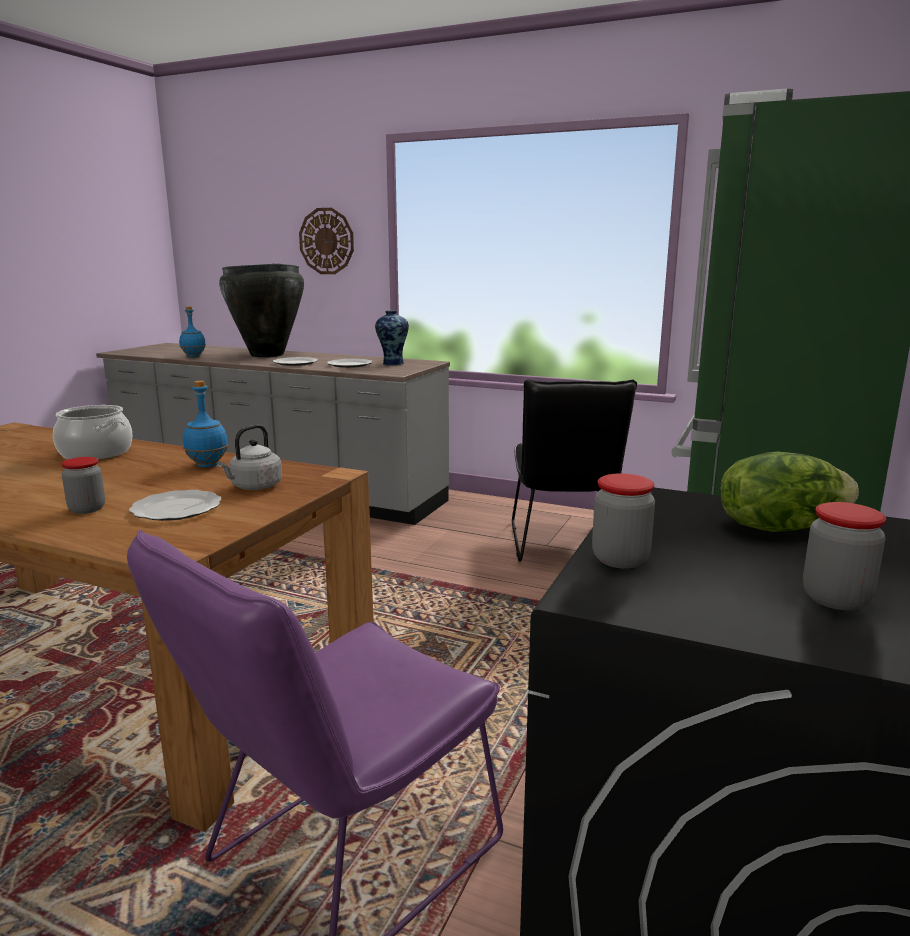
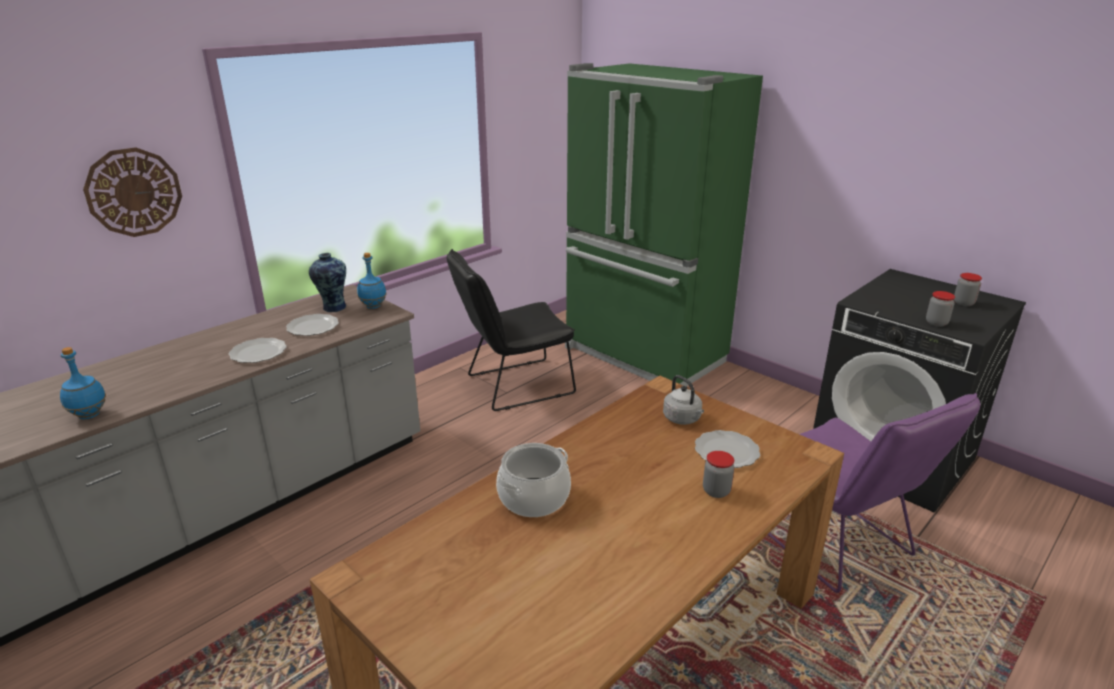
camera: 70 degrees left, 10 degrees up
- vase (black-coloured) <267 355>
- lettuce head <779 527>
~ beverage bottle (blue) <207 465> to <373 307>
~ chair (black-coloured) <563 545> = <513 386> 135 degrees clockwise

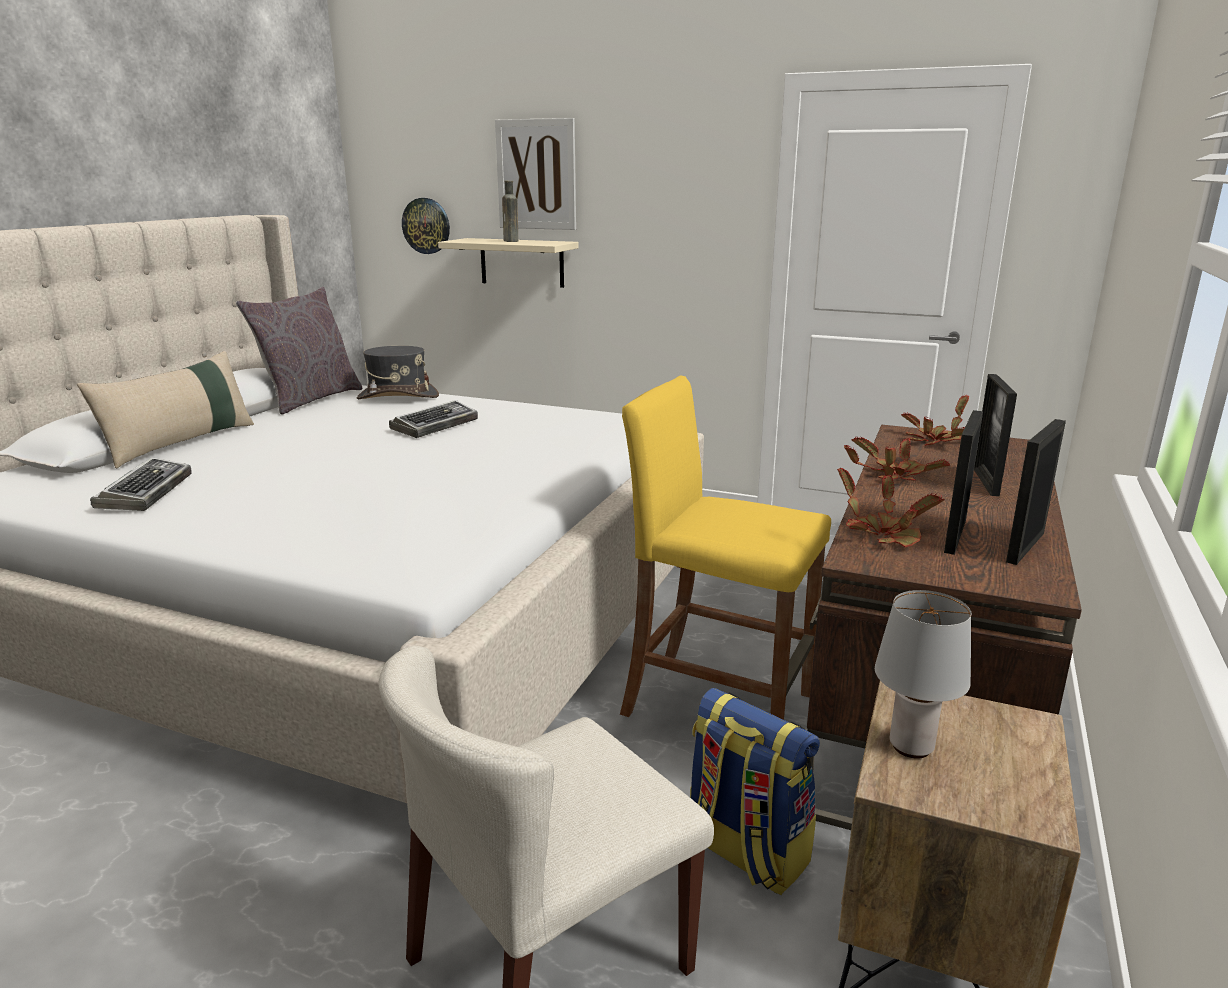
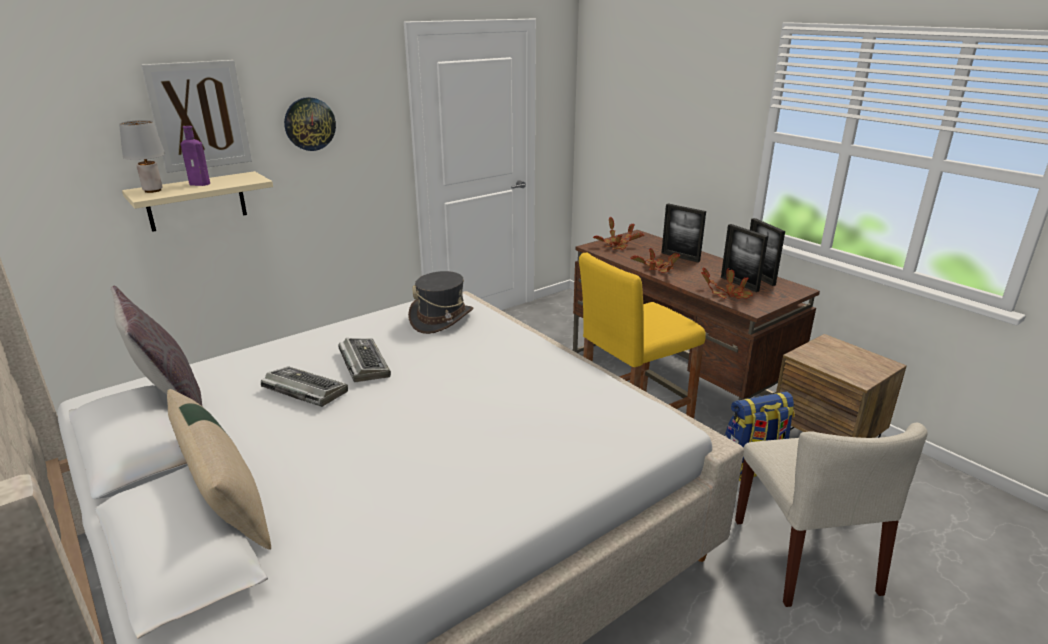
camera: 60 degrees left, 5 degrees up
~ computer keyboard <146 492> to <304 391>
~ hat (greyish) <398 397> to <441 319>
~ clock on the wall <426 226> to <309 124>
~ tabletop lamp (greyish) <909 747> to <152 190>
~ beverage bottle (brown) <511 241> to beverage bottle (purple) <201 184>

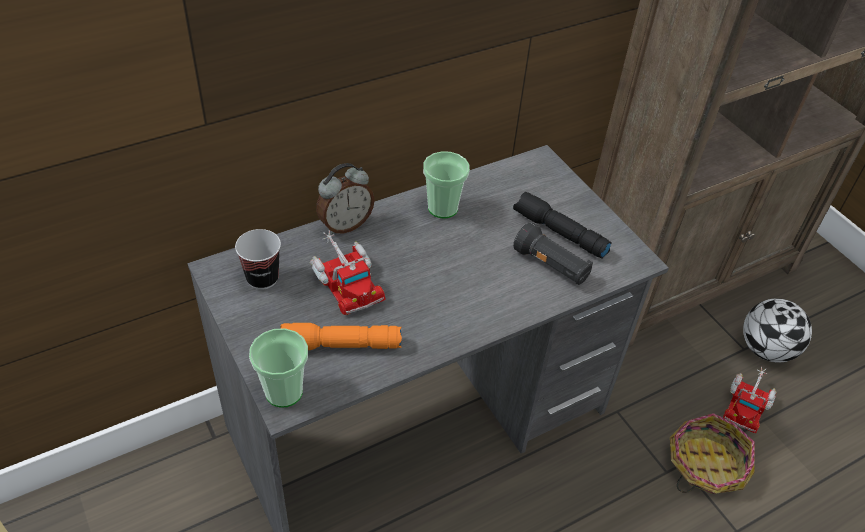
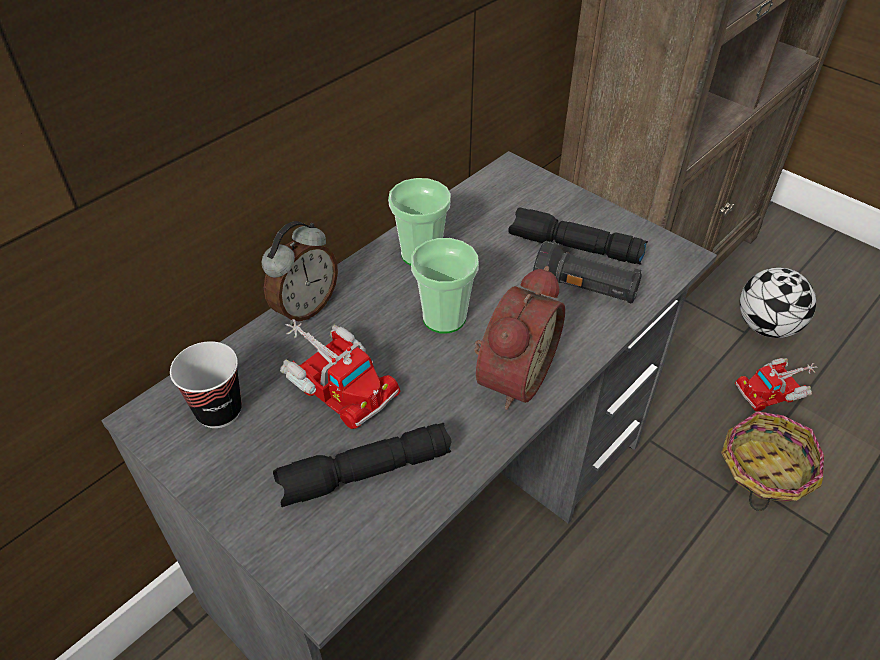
camera: 15 degrees left, 0 degrees up
+ bedside clock <511 376>
~ cup <284 392> to <444 318>
~ hand torch (orange-coloured) <339 346> to hand torch (black-coloured) <364 474>
~ toy lorry <747 403> = <774 389> 60 degrees clockwise

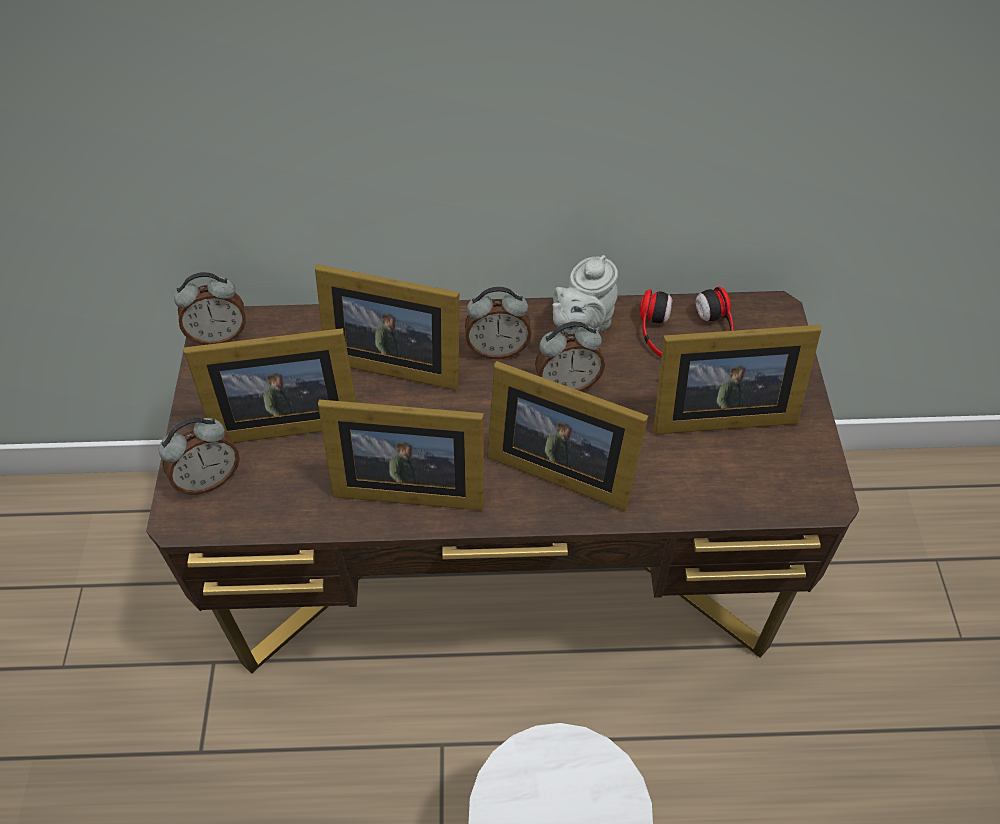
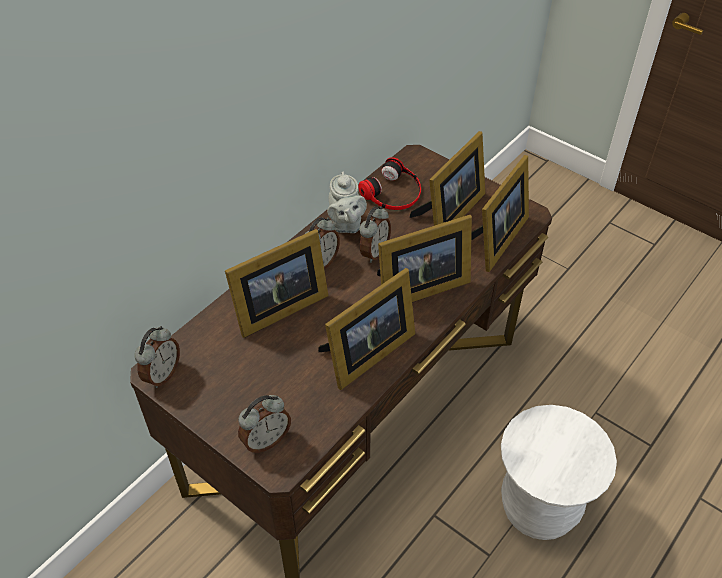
camera: 50 degrees left, 5 degrees down
~ photo frame <282 419> to <495 240>
~ bedside clock <209 479> = <266 440> 45 degrees clockwise

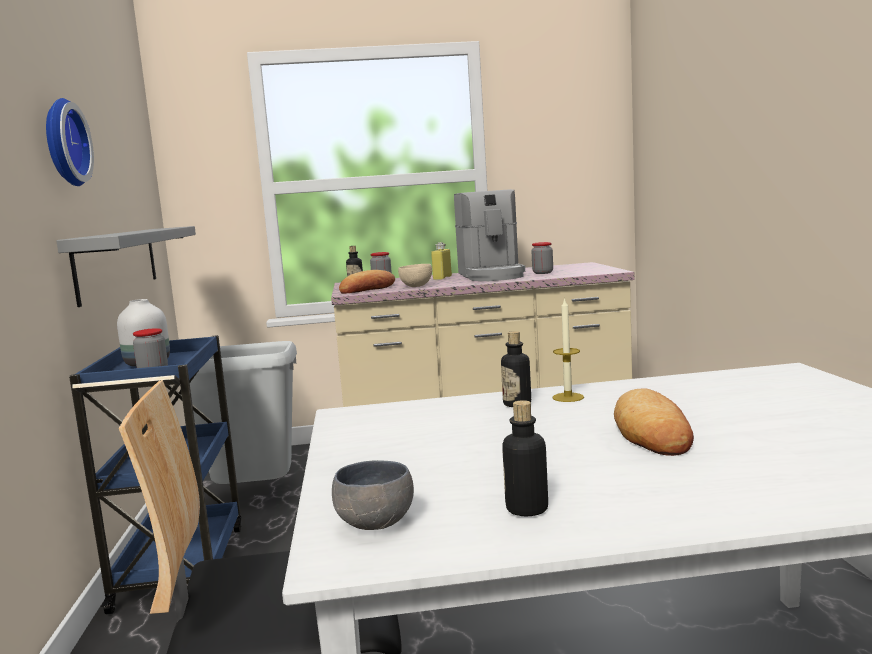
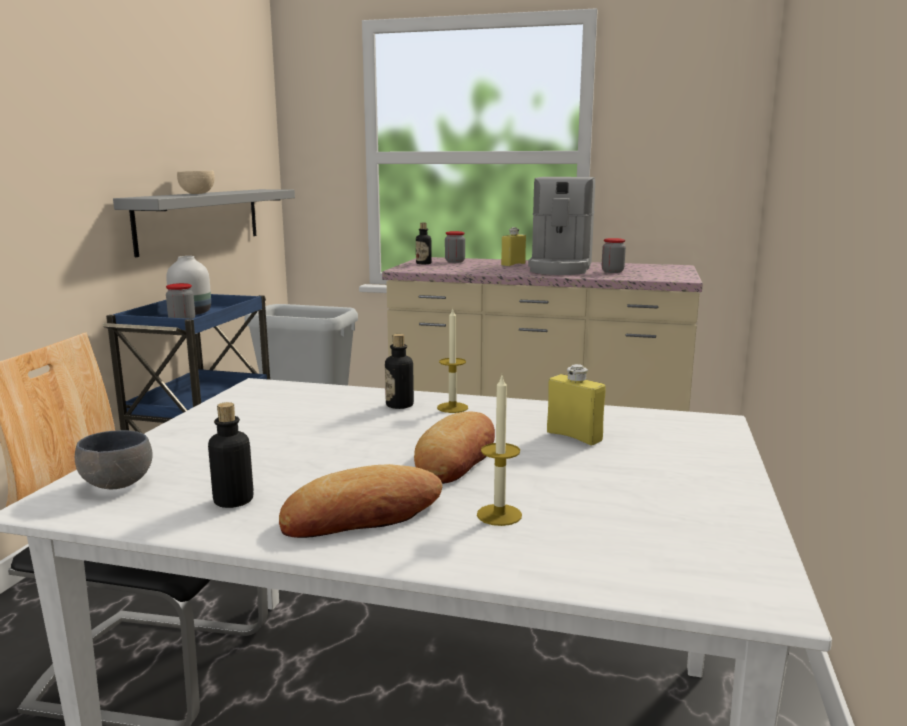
camera: 20 degrees right, 5 degrees up
- clock on the wall <62 143>
+ wax light <499 515>
+ beverage bottle (yellowish) <574 436>
~ bread <368 289> to <362 515>
~ serving bowl (beige-coloured) <417 286> to <197 194>

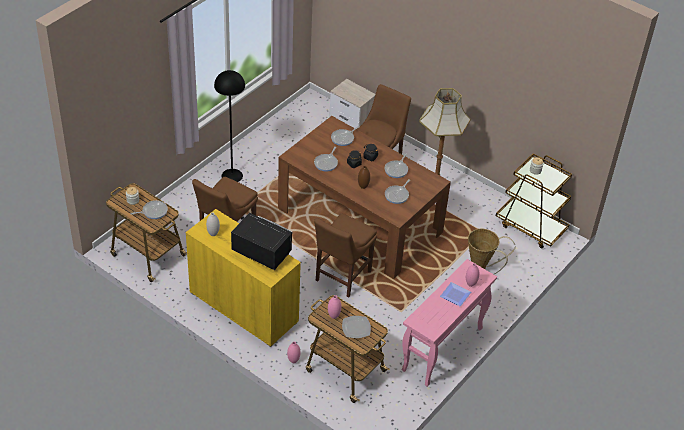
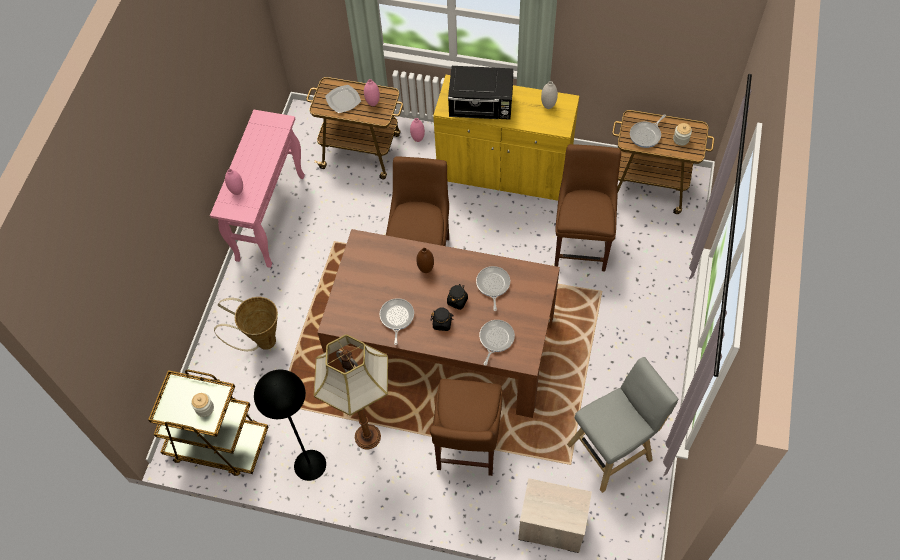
camera: 160 degrees right, 15 degrees up
- pan <397 195>
- flat dish <455 296>
+ stool seat (greyish) <613 450>
~ standing lamp (black-coloured) <231 175> to <310 465>

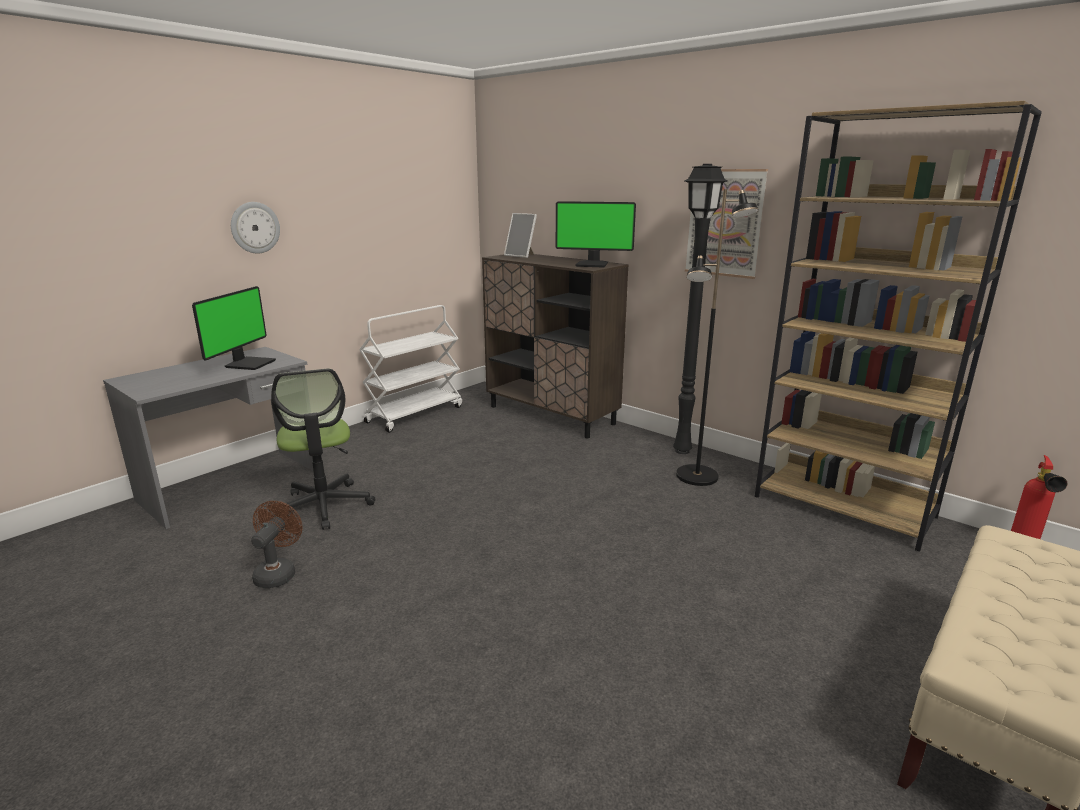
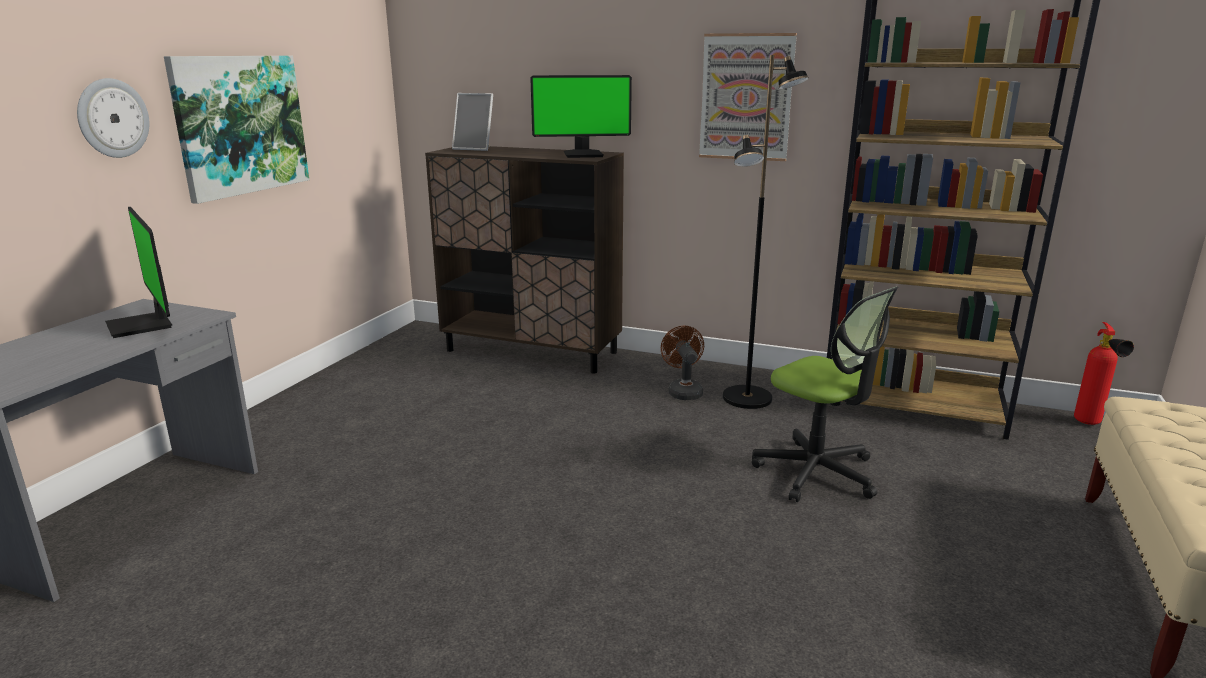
camera: 20 degrees left, 0 degrees up
- trolley (white-coloured) <415 414>
- standing lamp (black-coloured) <680 451>
+ wall art <240 125>
~ fan (brown) <278 573> to <683 391>
~ desk chair <323 506> to <816 472>
~ computer screen <249 363> = <143 325> 150 degrees clockwise

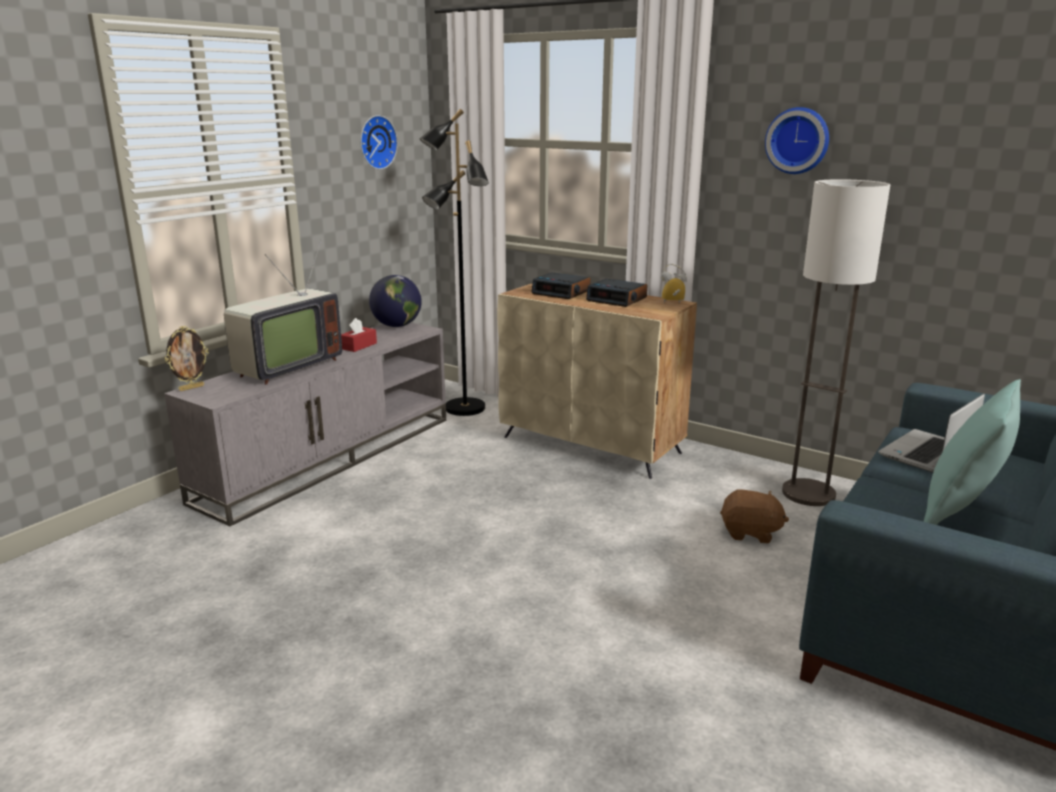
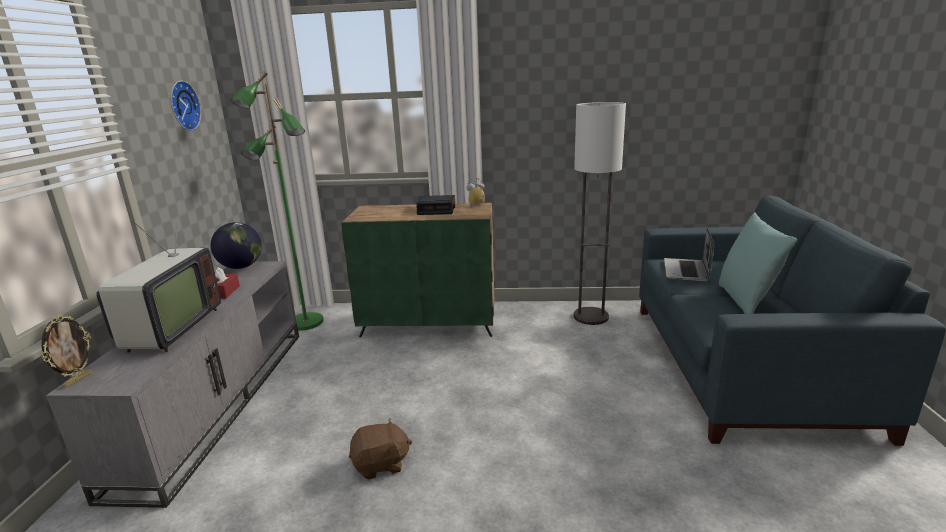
camera: 30 degrees left, 0 degrees up
- bedside clock <562 292>
- clock on the wall <798 140>
~ plush toy (brown) <750 533> to <381 464>
~ standing lamp (black-coloured) <464 408> to standing lamp (green-coloured) <305 323>
~ cabinet (beige-coloured) <592 445> to cabinet (green-coloured) <429 324>

